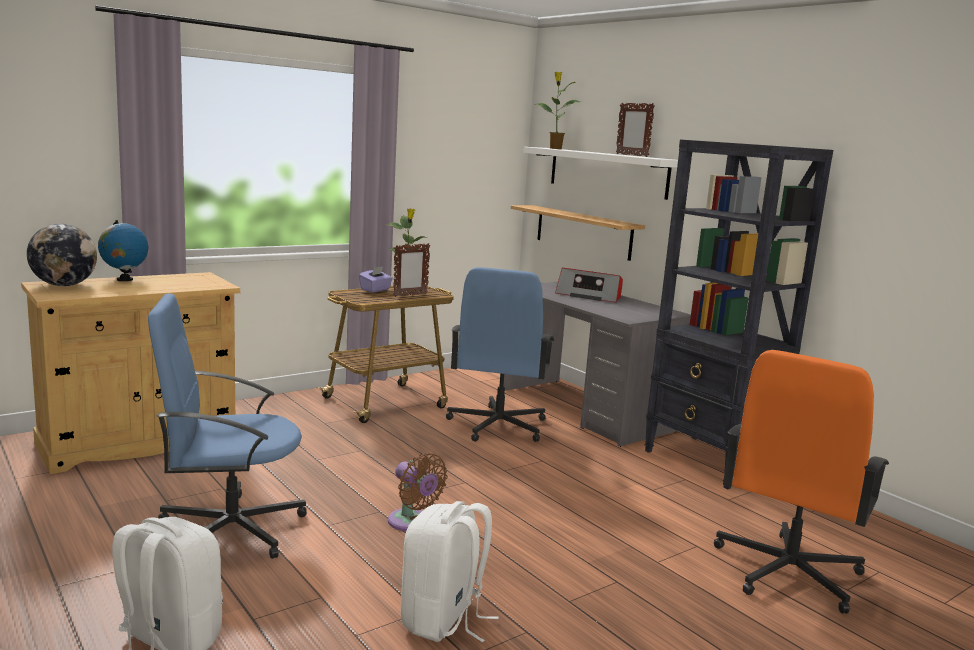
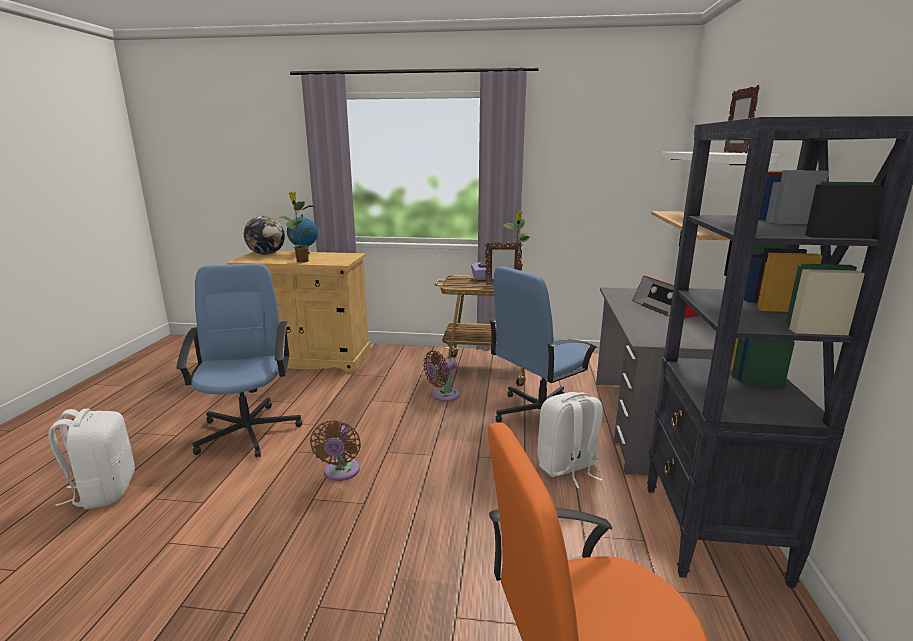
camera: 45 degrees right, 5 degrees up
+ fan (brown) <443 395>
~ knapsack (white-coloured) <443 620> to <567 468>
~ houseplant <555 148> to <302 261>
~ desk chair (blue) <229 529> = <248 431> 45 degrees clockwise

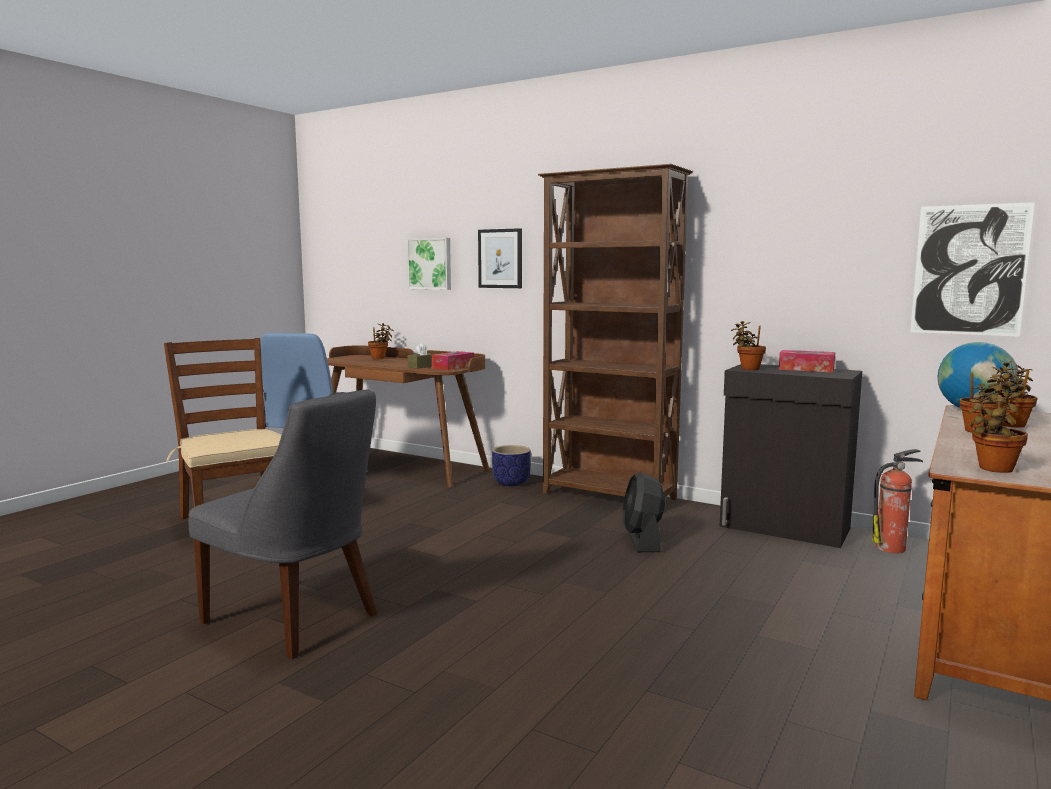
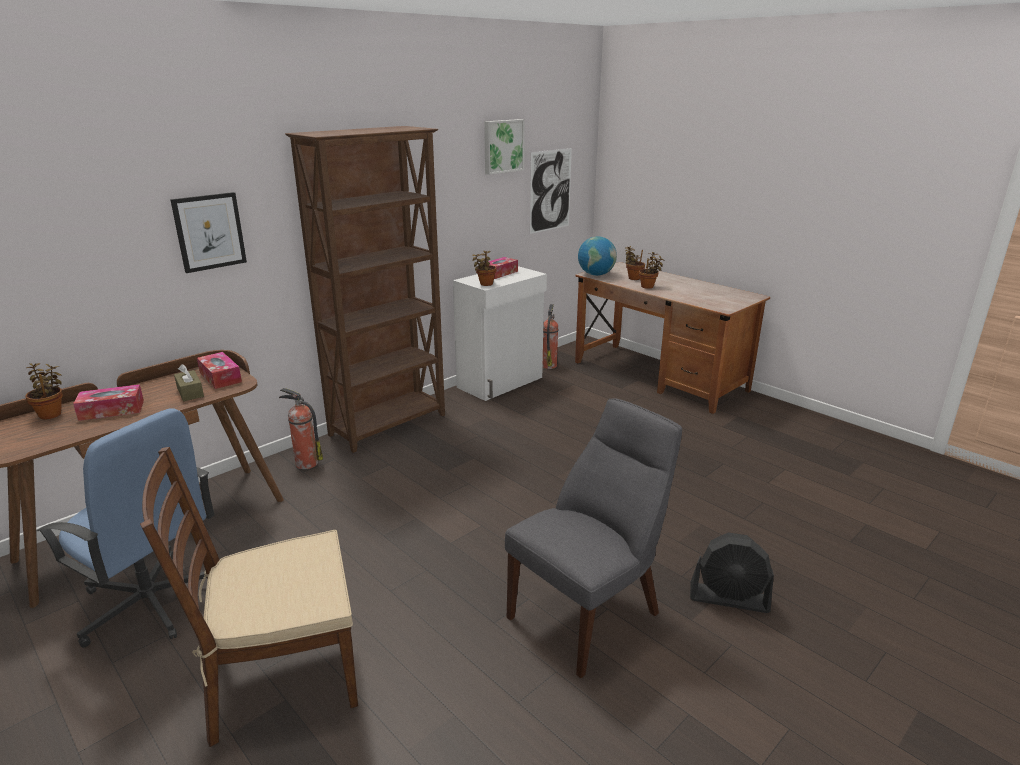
camera: 75 degrees left, 15 degrees up
- houseplant <993 469>
+ box of tissues <112 410>
~ wall art <430 264> to <502 146>
~ fan (black-coloured) <642 540> to <729 598>
~ planter <511 483> to extinguisher <305 463>
~ cabinet (black-coloured) <784 528> to cabinet (white-coloured) <501 382>

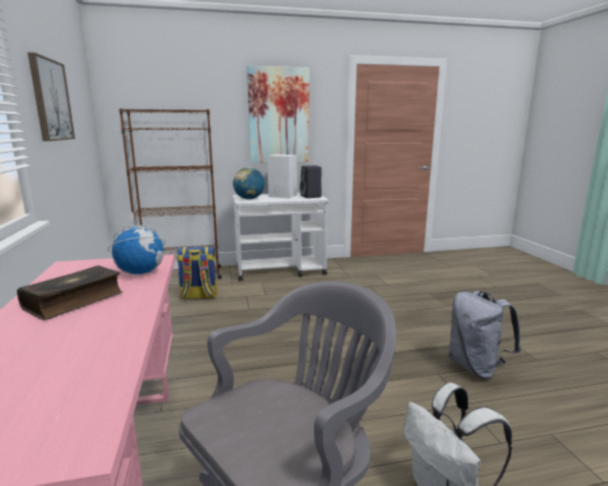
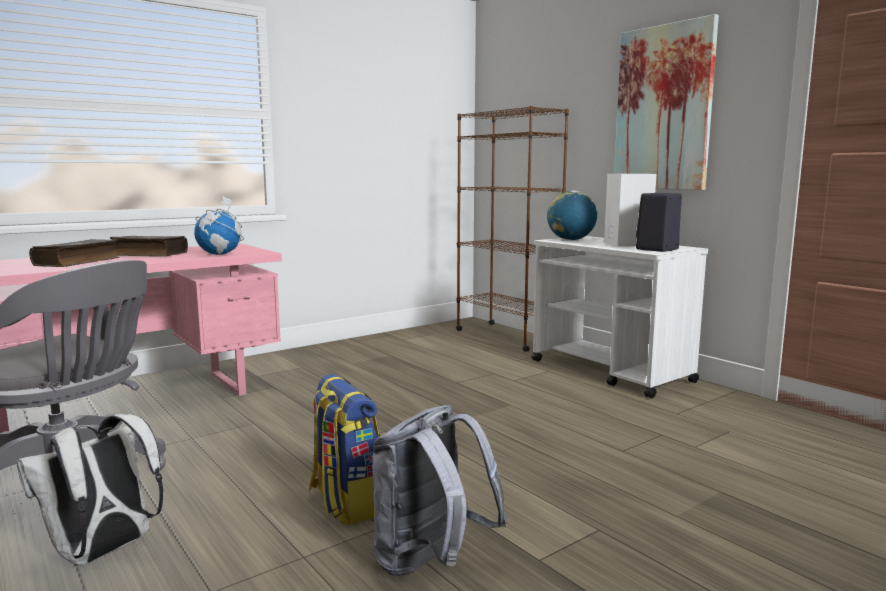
camera: 65 degrees right, 5 degrees down
- wall art <50 100>
+ book <78 262>
~ knapsack <199 296> to <346 502>

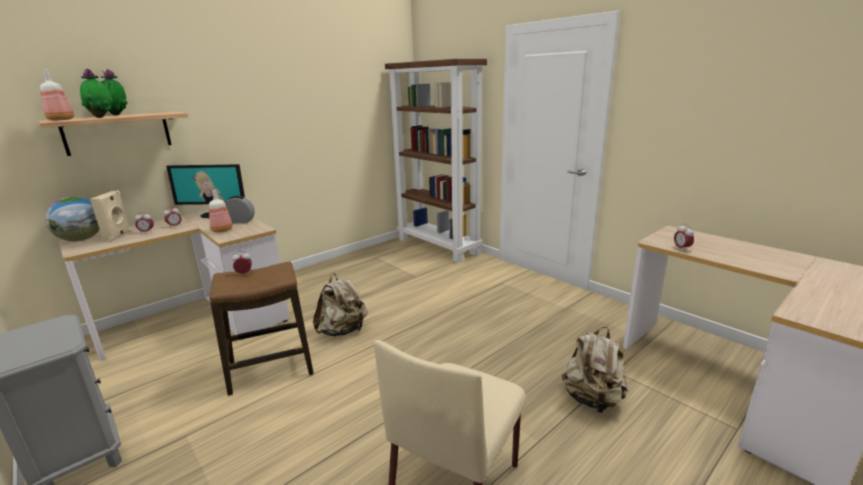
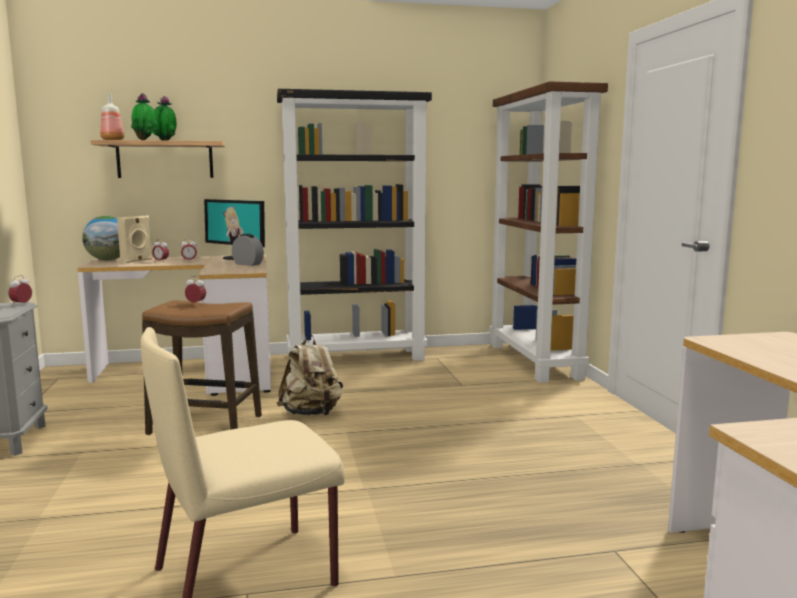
camera: 30 degrees right, 10 degrees down
- beverage bottle <221 230>
- knapsack (beige-coloured) <592 399>
+ shelving unit (black-coloured) <357 357>
~ bedside clock <681 248> to <21 304>

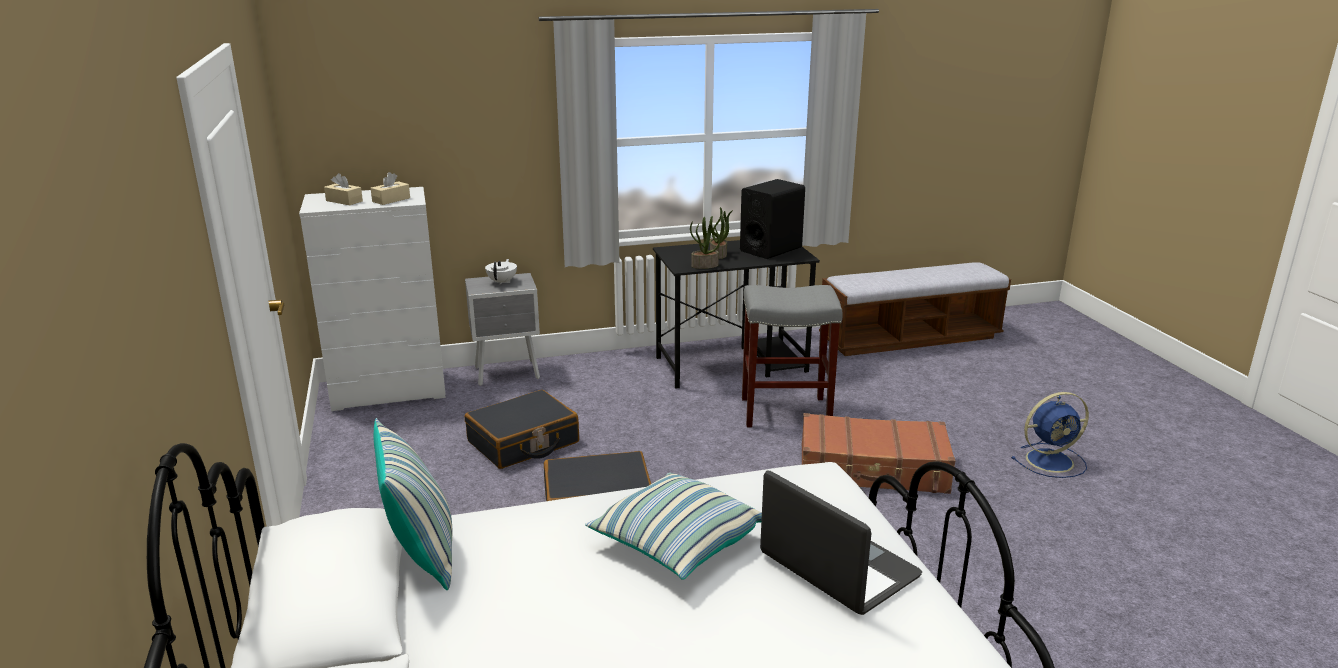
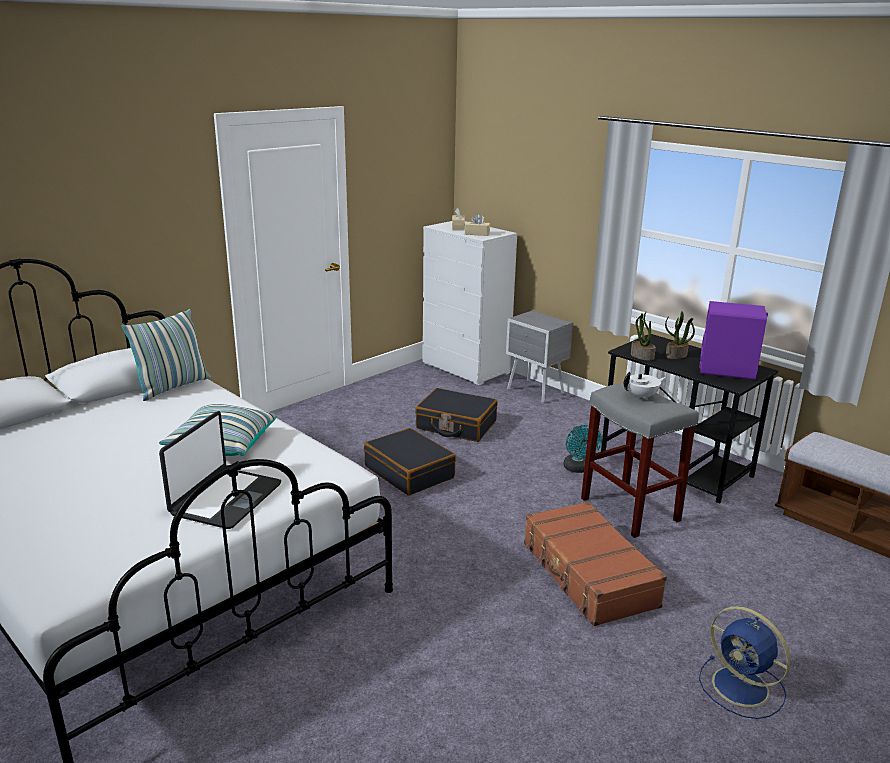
camera: 60 degrees right, 0 degrees up
+ fan (turquoise) <578 469>
~ pot for tea (white-coloured) <502 282> to <642 396>
~ audio speaker (black-coloured) <771 249> to audio speaker (purple) <727 370>

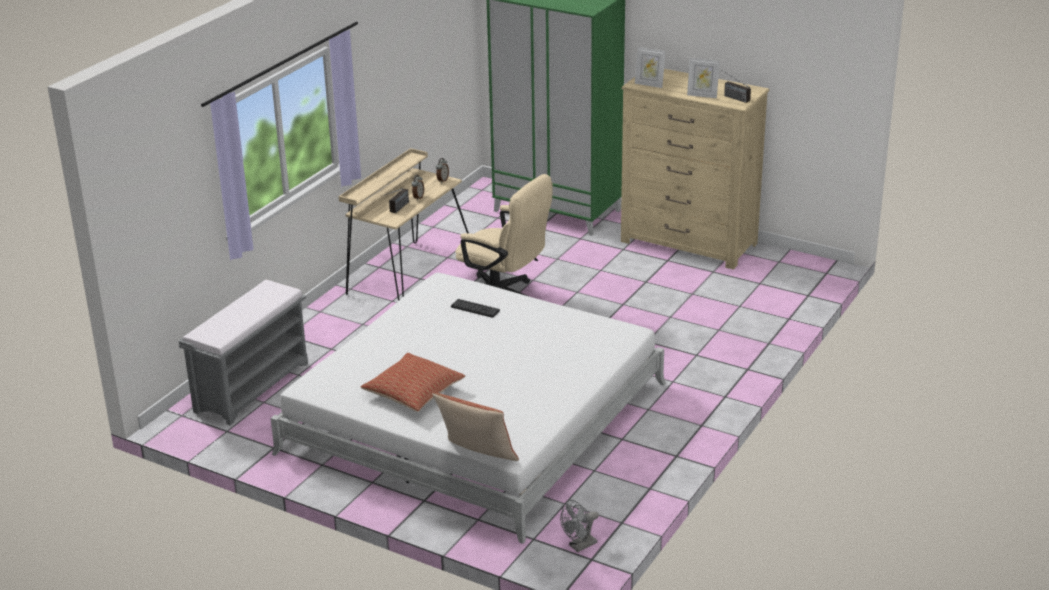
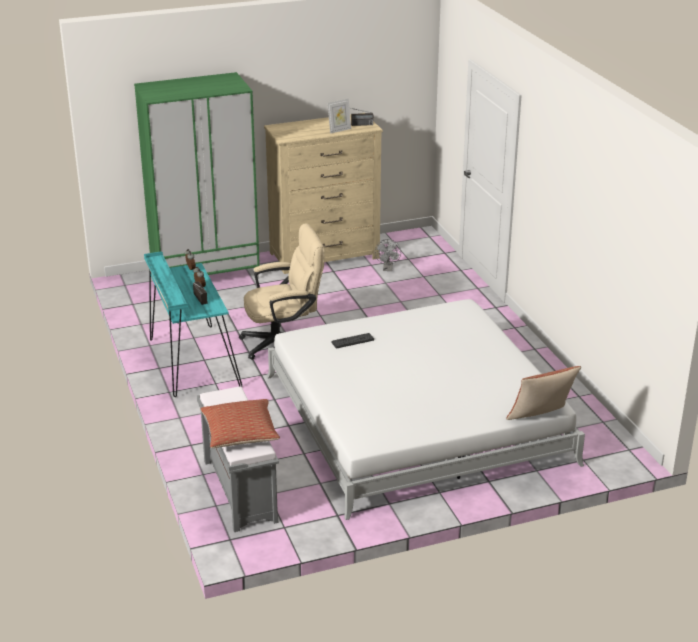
camera: 50 degrees left, 0 degrees up
- photo frame <649 84>
~ pillow <413 392> to <240 433>
~ fan (greyish) <579 546> to <388 269>
~ desk unit (beige-coloured) <408 275> to desk unit (turquoise) <191 362>

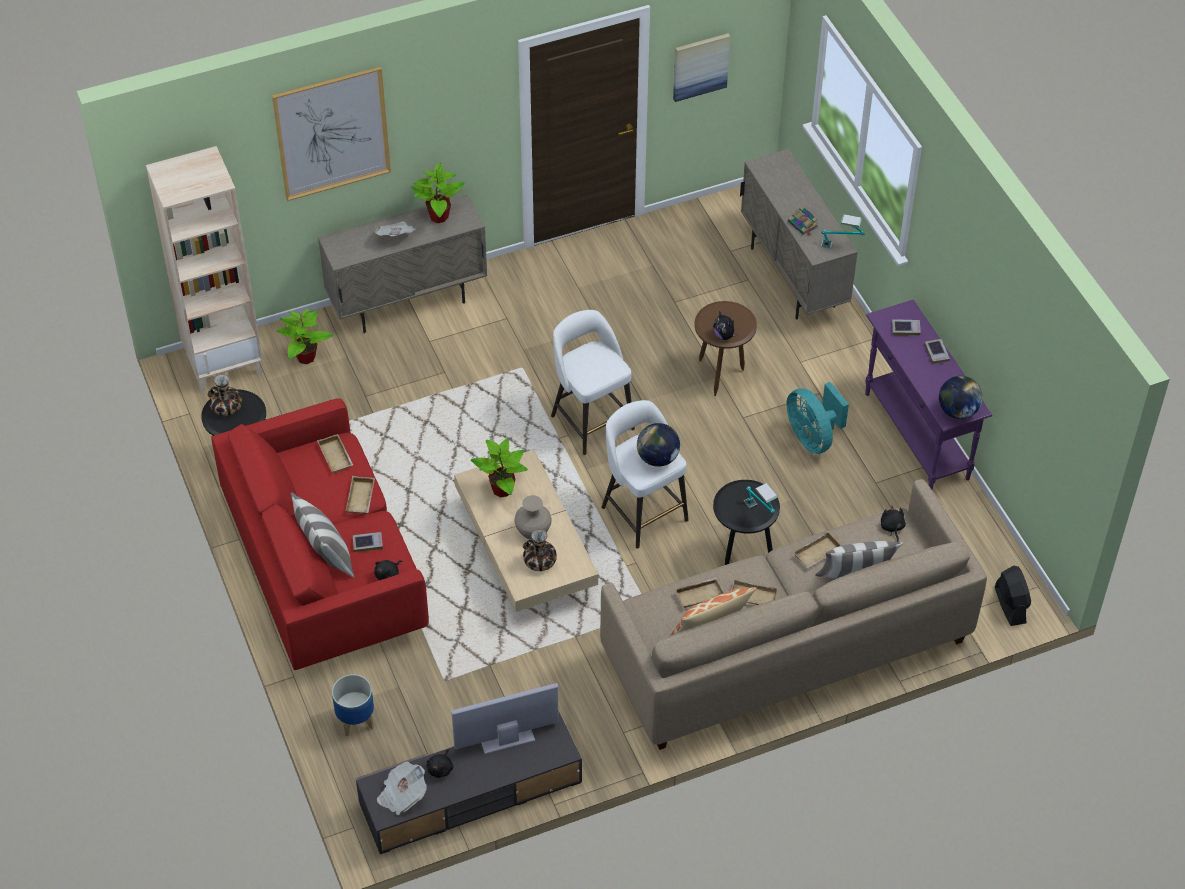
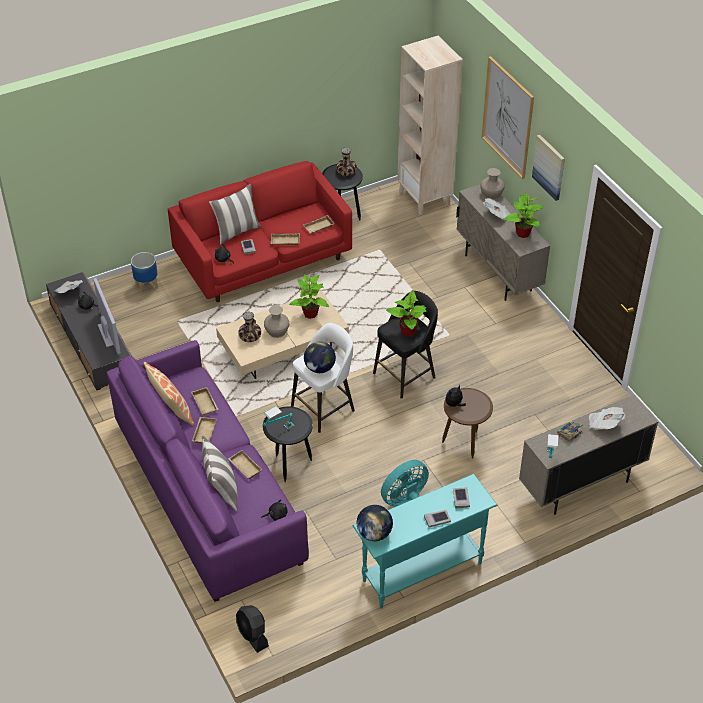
camera: 85 degrees right, 5 degrees down
+ vase (beige-coloured) <491 194>
+ printed paper <604 424>
~ houseplant <305 357> to <408 331>
~ wall art <700 66> to <549 167>
~ stool seat (white-coloured) <591 420> to stool seat (black-coloured) <406 374>
~ sofa (beige-coloured) <786 646> to sofa (purple) <208 493>
~ console table (purple) <916 436> to console table (turquoise) <421 571>
~ fan (black-coloured) <1010 605> = <252 635> 75 degrees clockwise

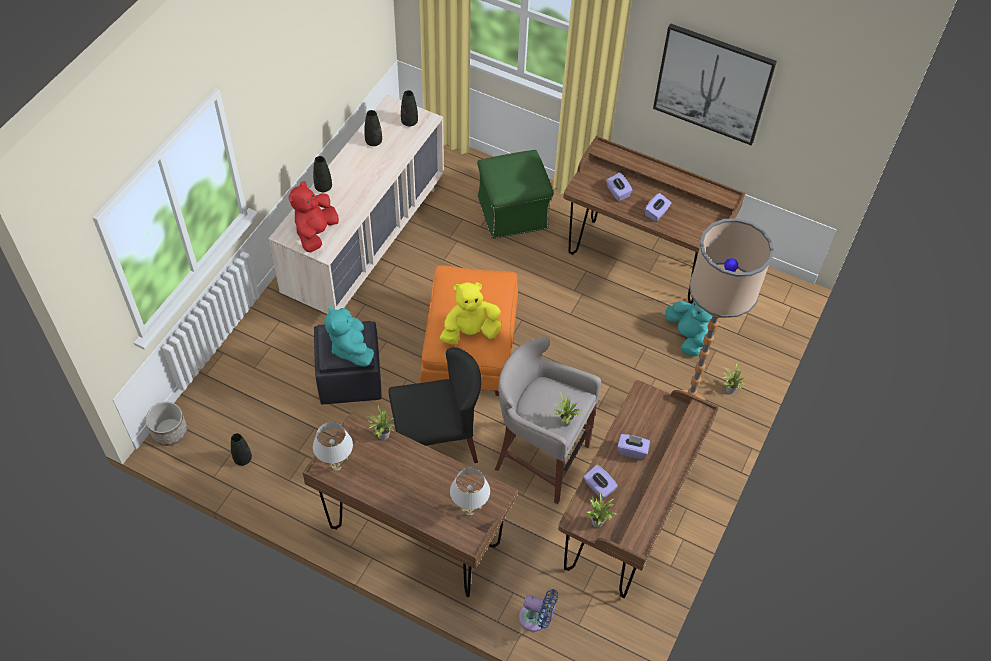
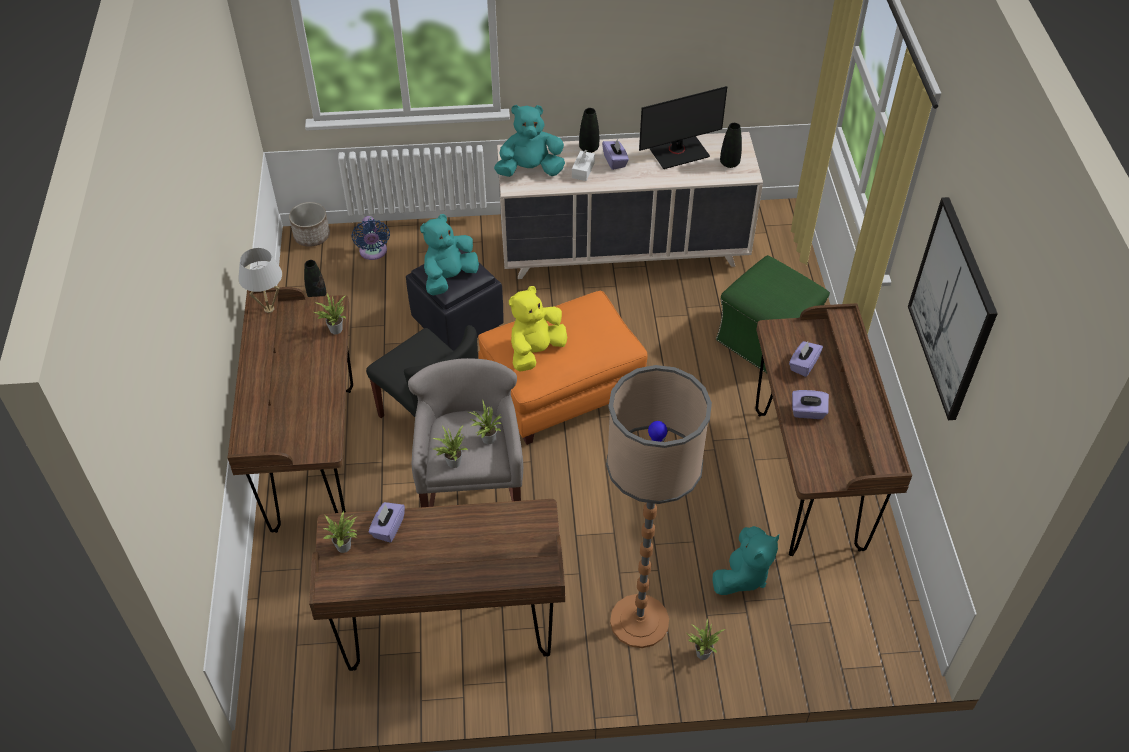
camera: 60 degrees right, 5 degrees down
- tabletop lamp (white-coloured) <469 511>
+ houseplant <487 439>
+ box of tissues (white-coloured) <583 170>
~ fan (blue) <536 618> to <373 252>
~ box of tissues (purple) <632 450> to <615 161>
~ vase (black-coloured) <373 142> to computer screen <678 152>
~ plush toy (red) <315 233> to plush toy (turquoise) <530 170>
~ plush toy (yellowish) <470 332> = <535 351> 90 degrees counterclockwise

